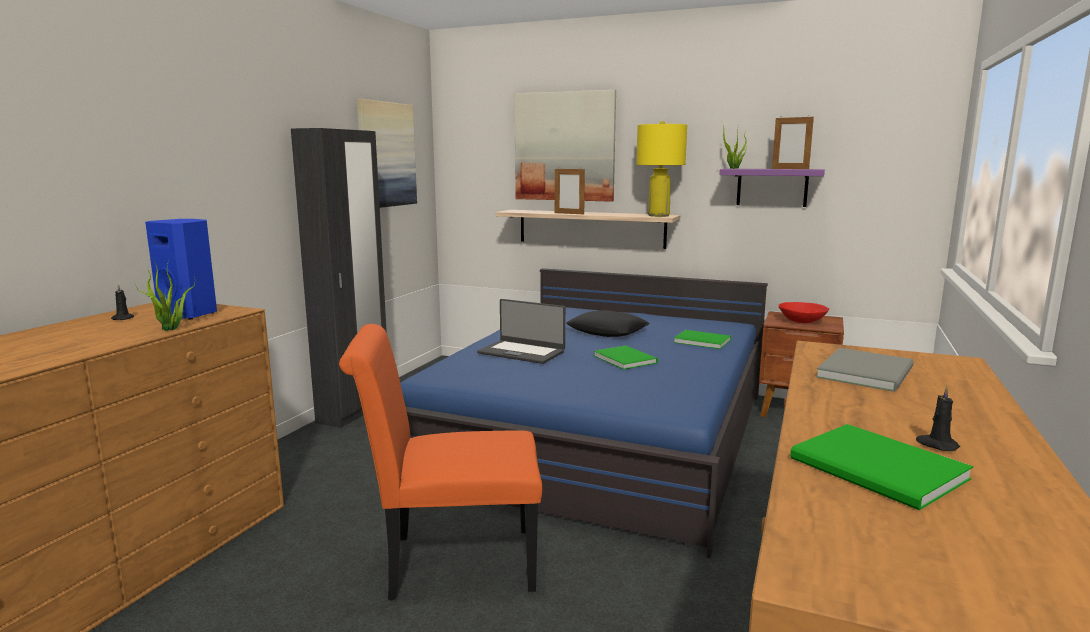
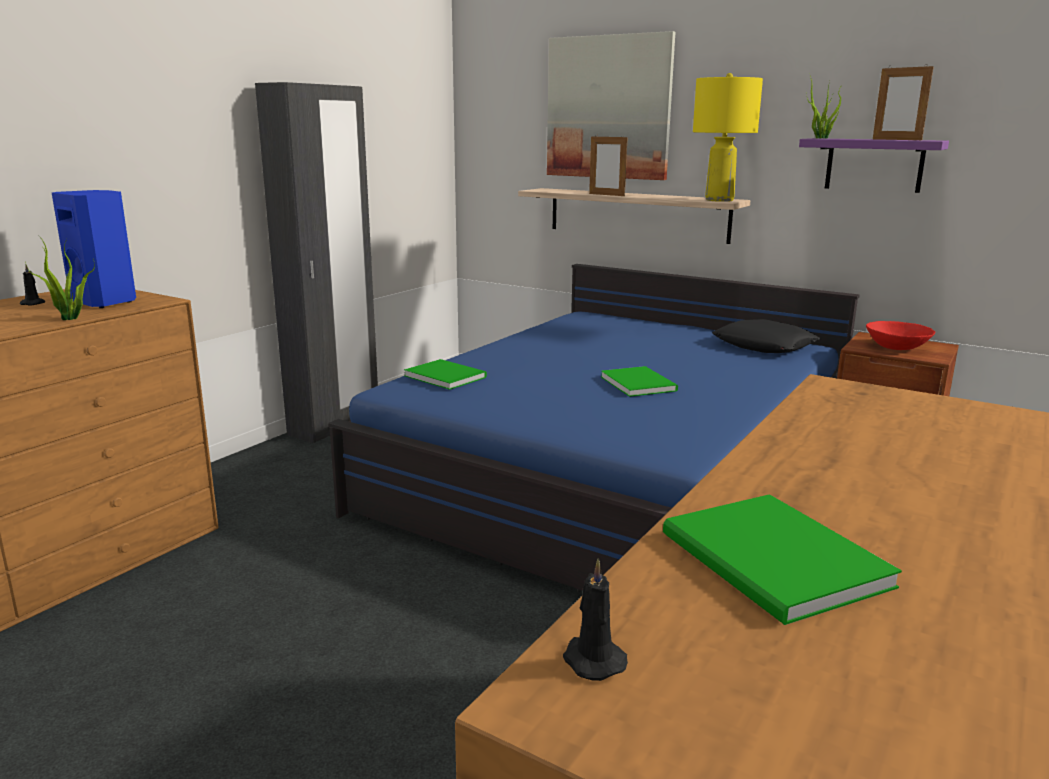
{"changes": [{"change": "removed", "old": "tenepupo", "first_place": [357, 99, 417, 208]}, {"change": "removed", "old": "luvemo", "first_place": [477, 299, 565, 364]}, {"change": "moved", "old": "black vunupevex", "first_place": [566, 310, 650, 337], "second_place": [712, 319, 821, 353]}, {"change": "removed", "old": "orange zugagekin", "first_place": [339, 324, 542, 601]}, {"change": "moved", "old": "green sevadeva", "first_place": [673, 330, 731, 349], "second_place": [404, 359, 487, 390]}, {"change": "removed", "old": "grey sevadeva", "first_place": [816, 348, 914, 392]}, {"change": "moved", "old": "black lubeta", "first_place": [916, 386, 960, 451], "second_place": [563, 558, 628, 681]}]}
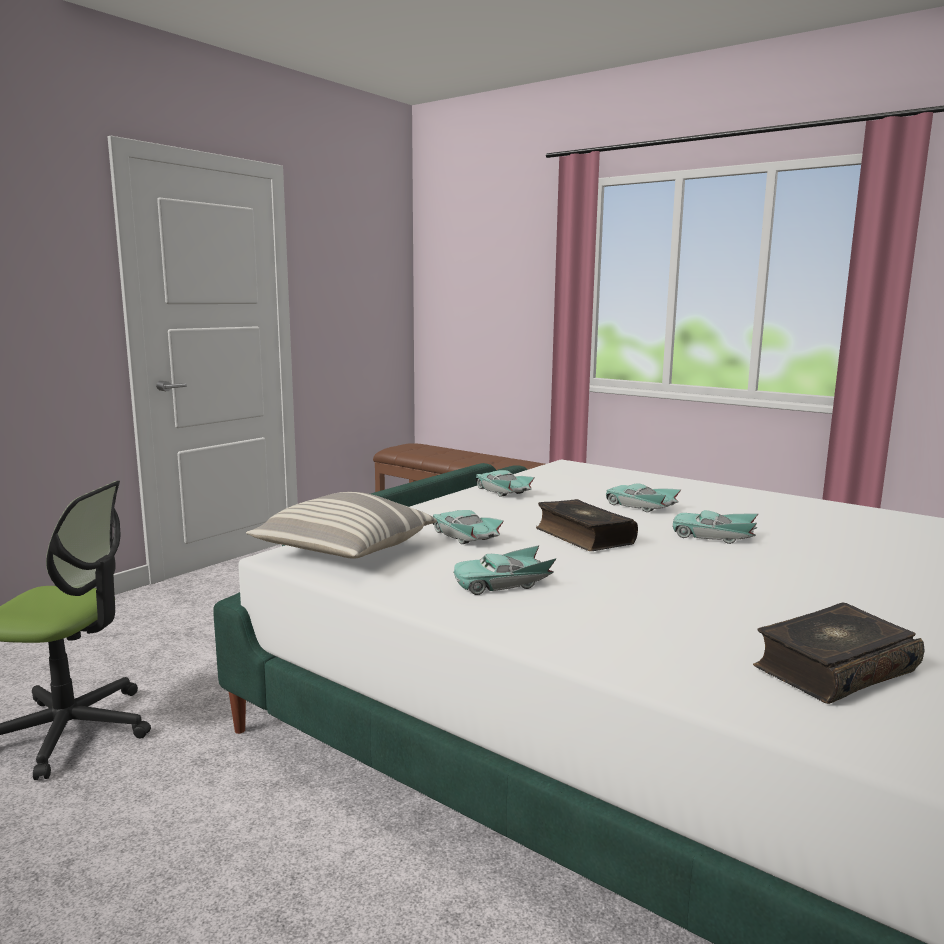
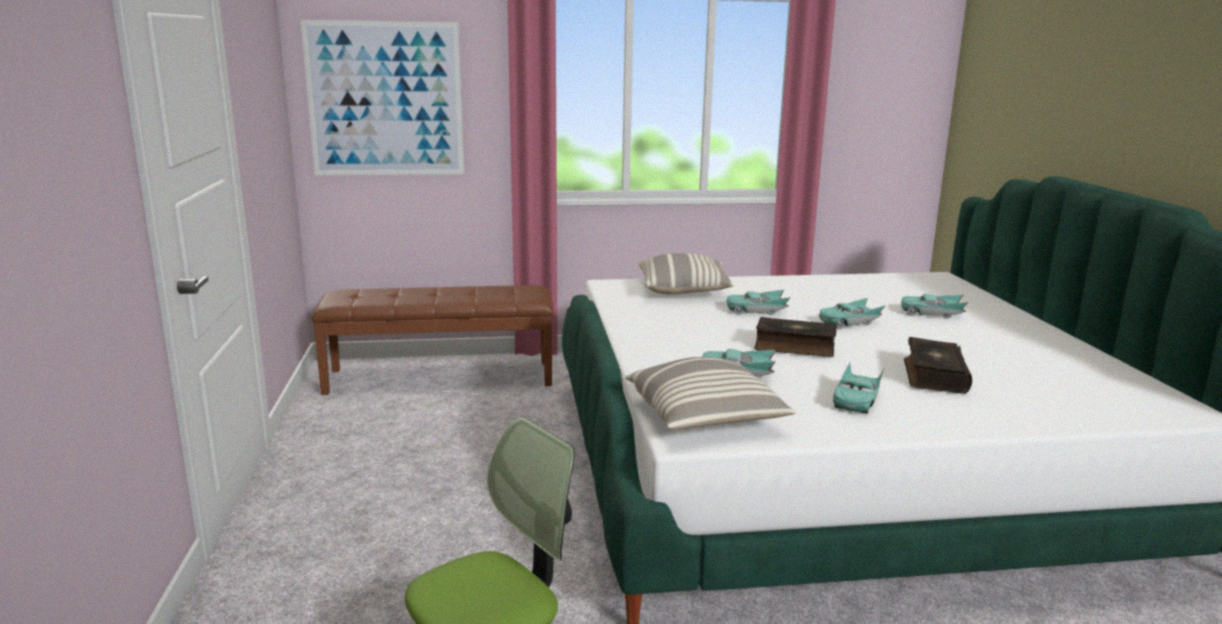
{"changes": [{"change": "moved", "old": "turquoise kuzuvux", "first_place": [475, 470, 535, 497], "second_place": [901, 294, 968, 318]}, {"change": "moved", "old": "sevadeva", "first_place": [753, 602, 925, 704], "second_place": [904, 337, 972, 394]}, {"change": "added", "new": "tenepupo", "second_place": [301, 20, 464, 175]}, {"change": "added", "new": "vunupevex", "second_place": [638, 253, 734, 295]}]}
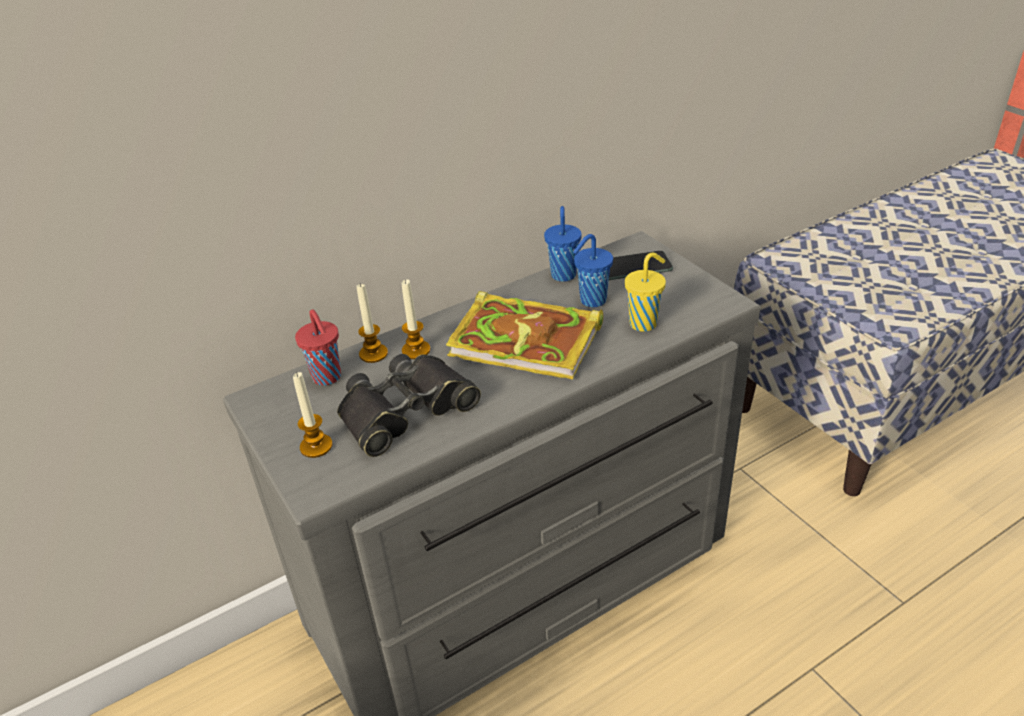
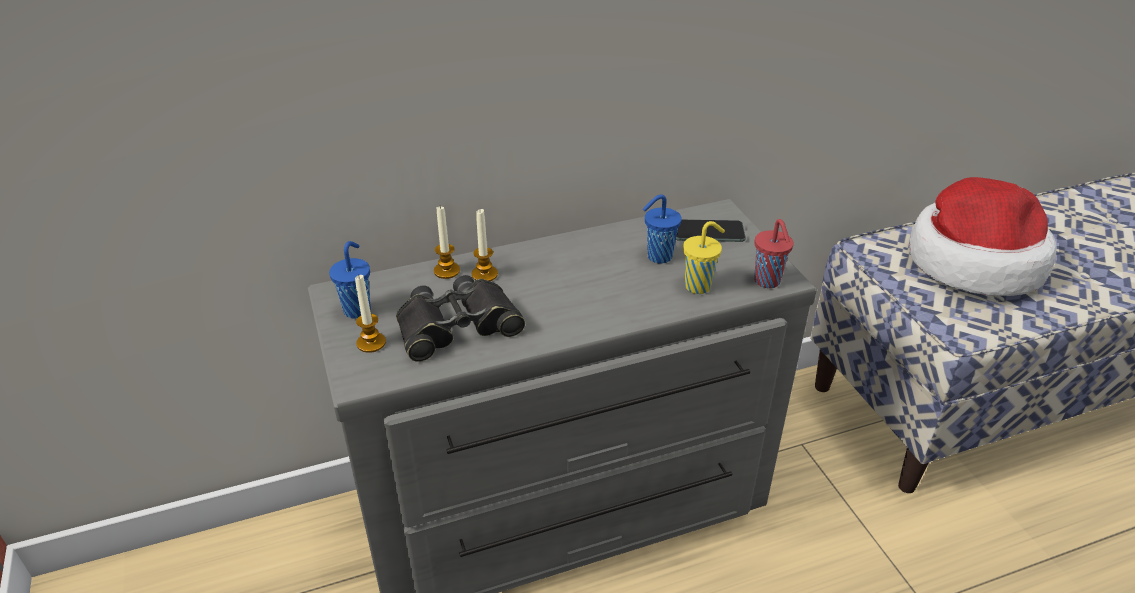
{"changes": [{"change": "moved", "old": "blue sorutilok", "first_place": [544, 206, 582, 282], "second_place": [329, 241, 371, 319]}, {"change": "removed", "old": "sevadeva", "first_place": [446, 291, 603, 379]}, {"change": "moved", "old": "red sorutilok", "first_place": [295, 309, 341, 386], "second_place": [754, 219, 794, 288]}, {"change": "added", "new": "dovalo", "second_place": [909, 177, 1057, 296]}]}
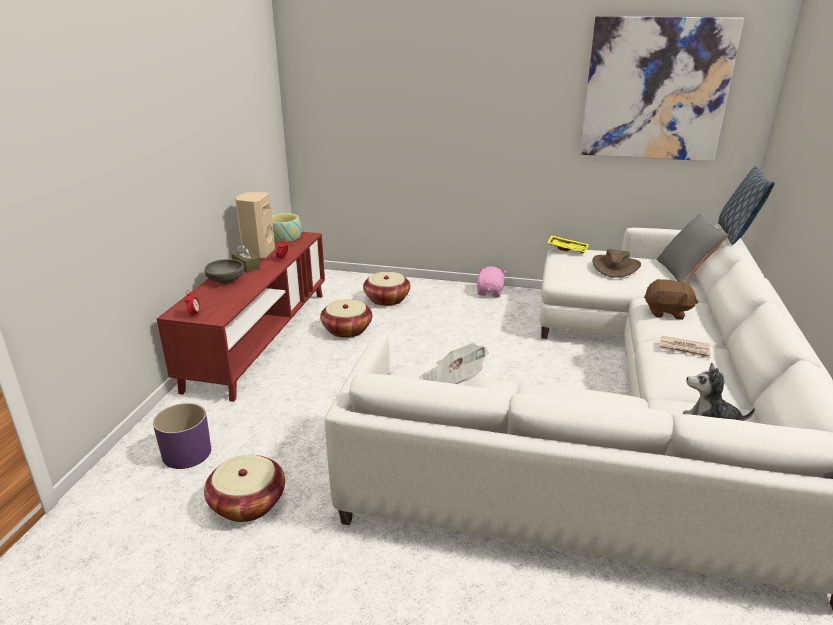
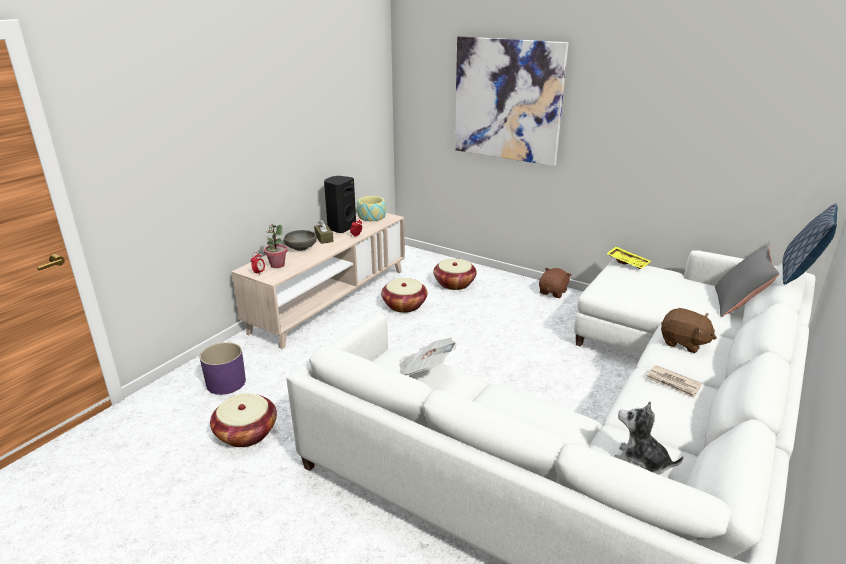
{"changes": [{"change": "moved", "old": "tenepupo", "first_place": [580, 16, 744, 161], "second_place": [455, 36, 568, 166]}, {"change": "recoloured", "old": "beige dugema", "new": "black dugema", "first_place": [235, 192, 275, 259], "second_place": [324, 176, 356, 233]}, {"change": "recoloured", "old": "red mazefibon", "new": "beige mazefibon", "first_place": [157, 232, 325, 402], "second_place": [231, 213, 405, 349]}, {"change": "removed", "old": "brown dovalo", "first_place": [592, 249, 641, 278]}, {"change": "recoloured", "old": "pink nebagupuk", "new": "brown nebagupuk", "first_place": [477, 267, 507, 297], "second_place": [539, 268, 572, 298]}, {"change": "added", "new": "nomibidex", "second_place": [264, 224, 288, 268]}]}
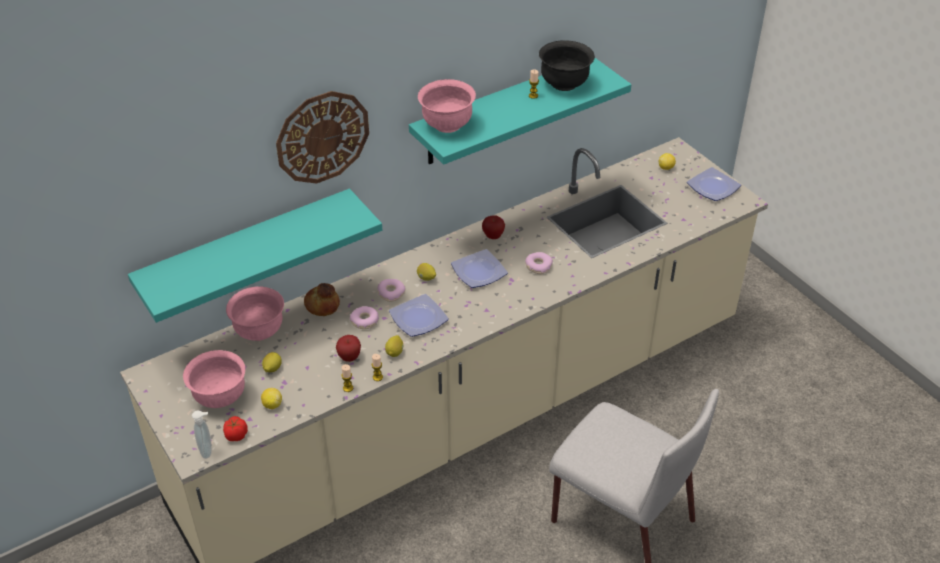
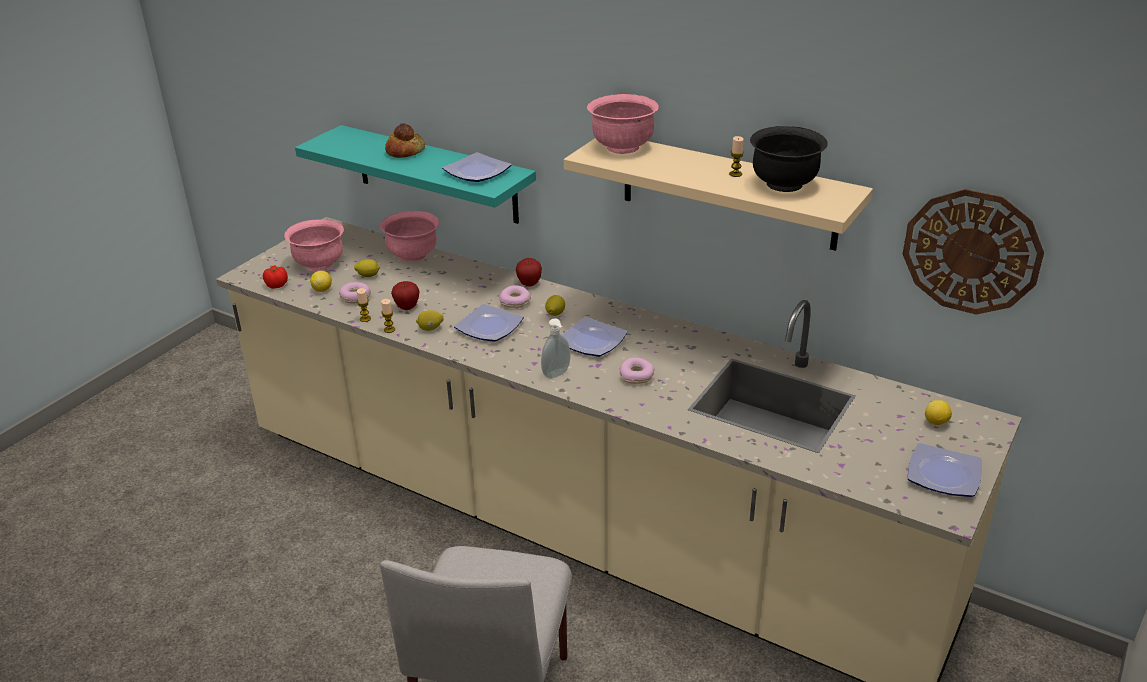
{"changes": [{"change": "recoloured", "old": "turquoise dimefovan", "new": "beige dimefovan", "first_place": [409, 58, 631, 165], "second_place": [564, 138, 873, 251]}, {"change": "moved", "old": "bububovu", "first_place": [276, 91, 369, 184], "second_place": [903, 189, 1044, 315]}, {"change": "moved", "old": "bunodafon", "first_place": [482, 215, 505, 239], "second_place": [516, 258, 542, 286]}, {"change": "moved", "old": "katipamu", "first_place": [304, 283, 340, 316], "second_place": [385, 123, 425, 158]}, {"change": "moved", "old": "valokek", "first_place": [350, 306, 379, 329], "second_place": [339, 282, 371, 304]}, {"change": "moved", "old": "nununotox", "first_place": [192, 411, 212, 459], "second_place": [541, 318, 570, 379]}, {"change": "added", "new": "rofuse", "second_place": [442, 152, 512, 182]}]}
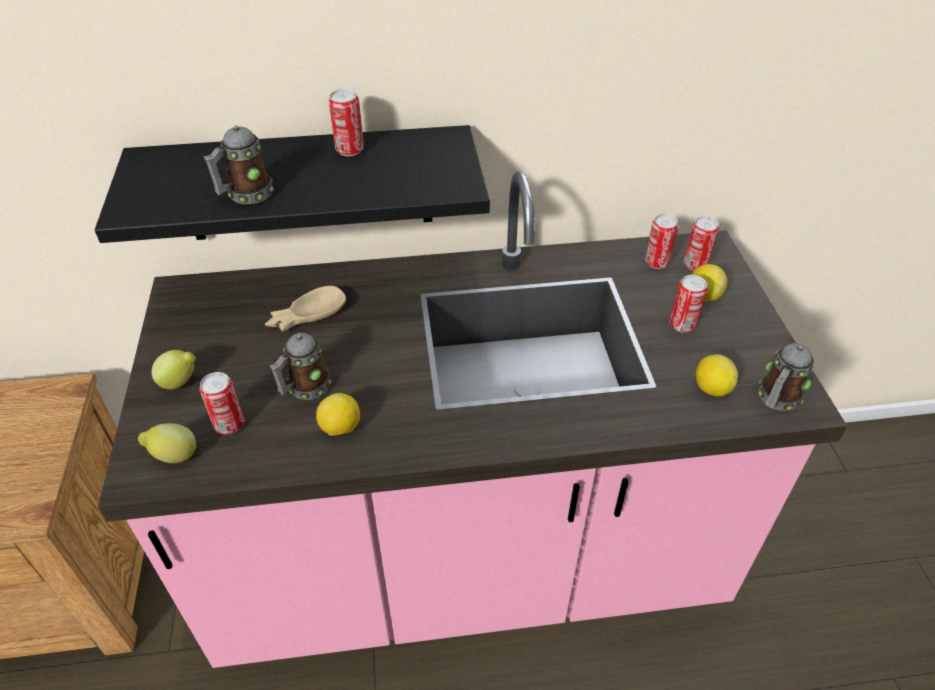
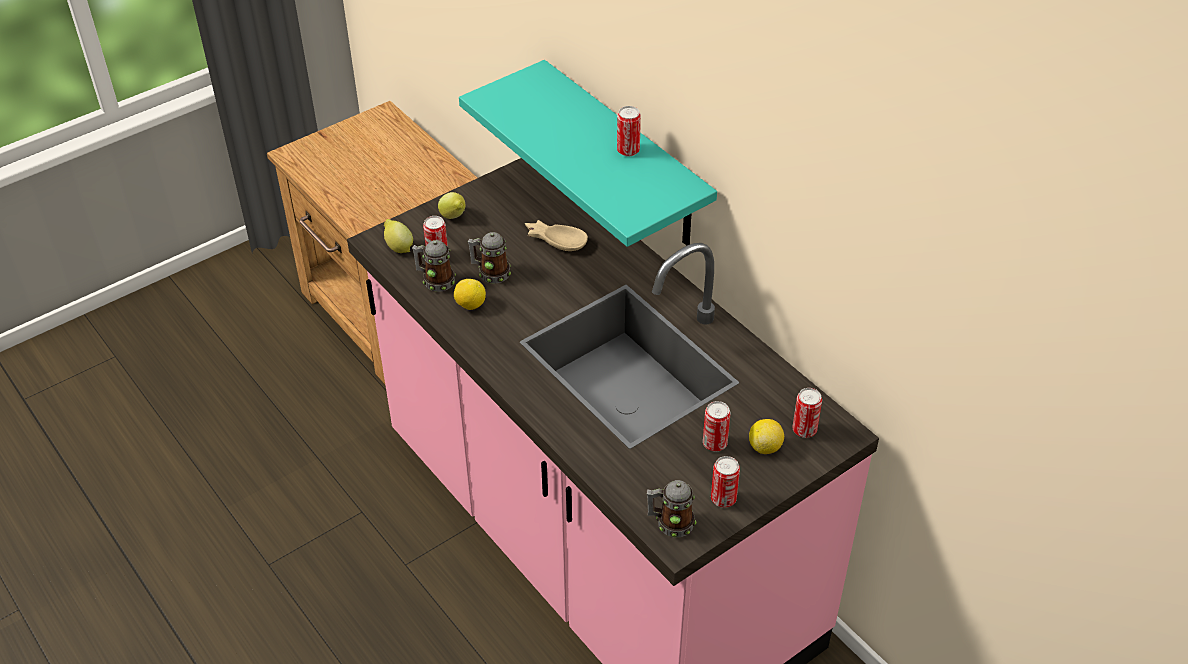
{"changes": [{"change": "recoloured", "old": "black dimefovan", "new": "turquoise dimefovan", "first_place": [95, 125, 490, 243], "second_place": [459, 60, 717, 247]}, {"change": "moved", "old": "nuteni", "first_place": [204, 125, 274, 204], "second_place": [412, 240, 456, 292]}, {"change": "moved", "old": "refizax", "first_place": [645, 214, 679, 269], "second_place": [711, 456, 740, 508]}, {"change": "removed", "old": "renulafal", "first_place": [696, 354, 738, 397]}]}
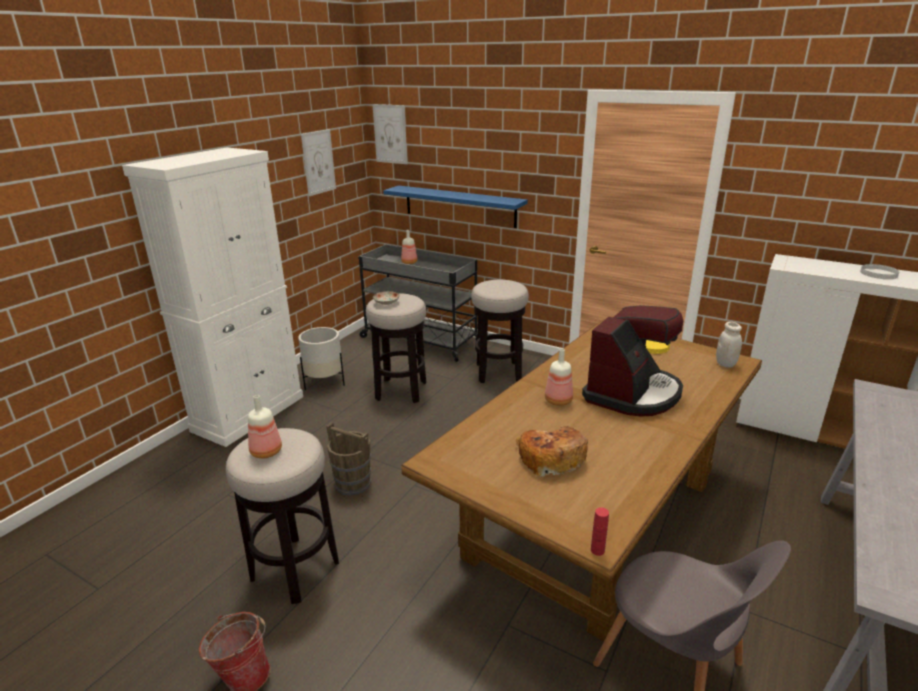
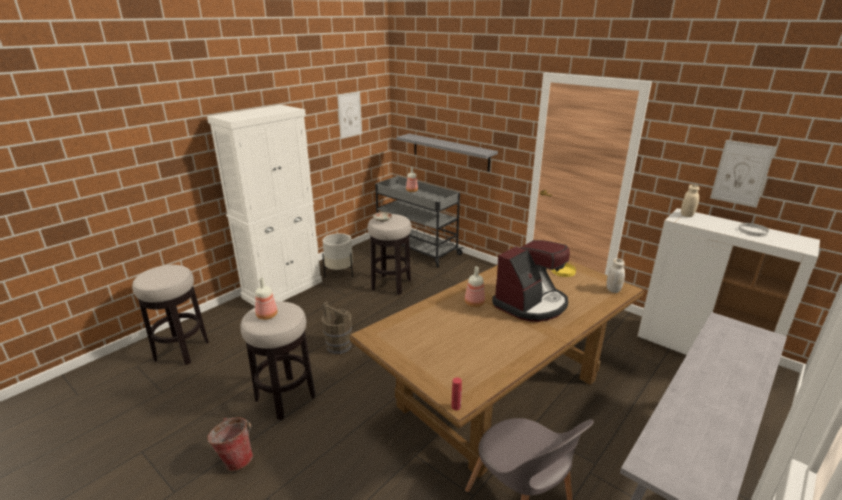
{"changes": [{"change": "moved", "old": "tenepupo", "first_place": [372, 104, 407, 164], "second_place": [710, 140, 776, 208]}, {"change": "recoloured", "old": "blue dimefovan", "new": "grey dimefovan", "first_place": [383, 186, 528, 228], "second_place": [396, 134, 498, 172]}, {"change": "moved", "old": "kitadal", "first_place": [471, 280, 529, 383], "second_place": [132, 265, 209, 365]}, {"change": "removed", "old": "katipamu", "first_place": [516, 426, 588, 477]}, {"change": "added", "new": "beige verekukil", "second_place": [681, 185, 700, 217]}]}
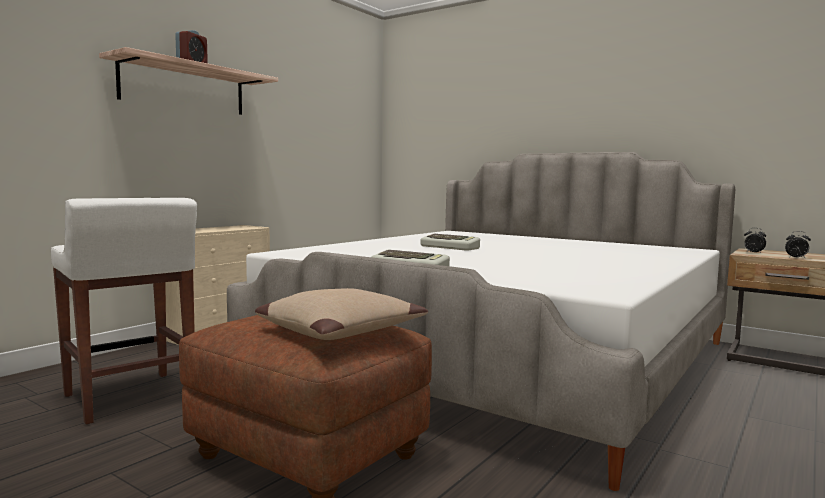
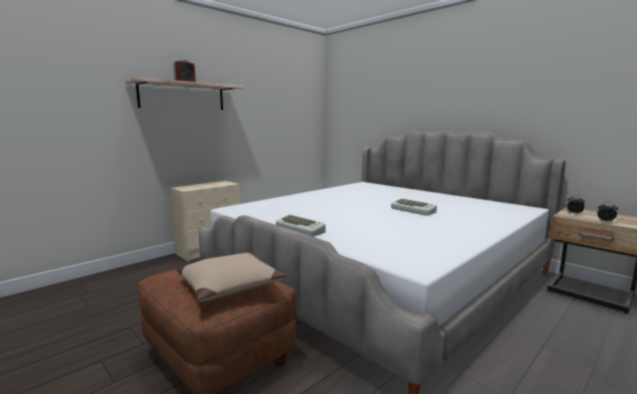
{"changes": [{"change": "removed", "old": "white kitadal", "first_place": [51, 198, 197, 424]}, {"change": "moved", "old": "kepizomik", "first_place": [420, 234, 480, 251], "second_place": [391, 199, 437, 216]}]}
